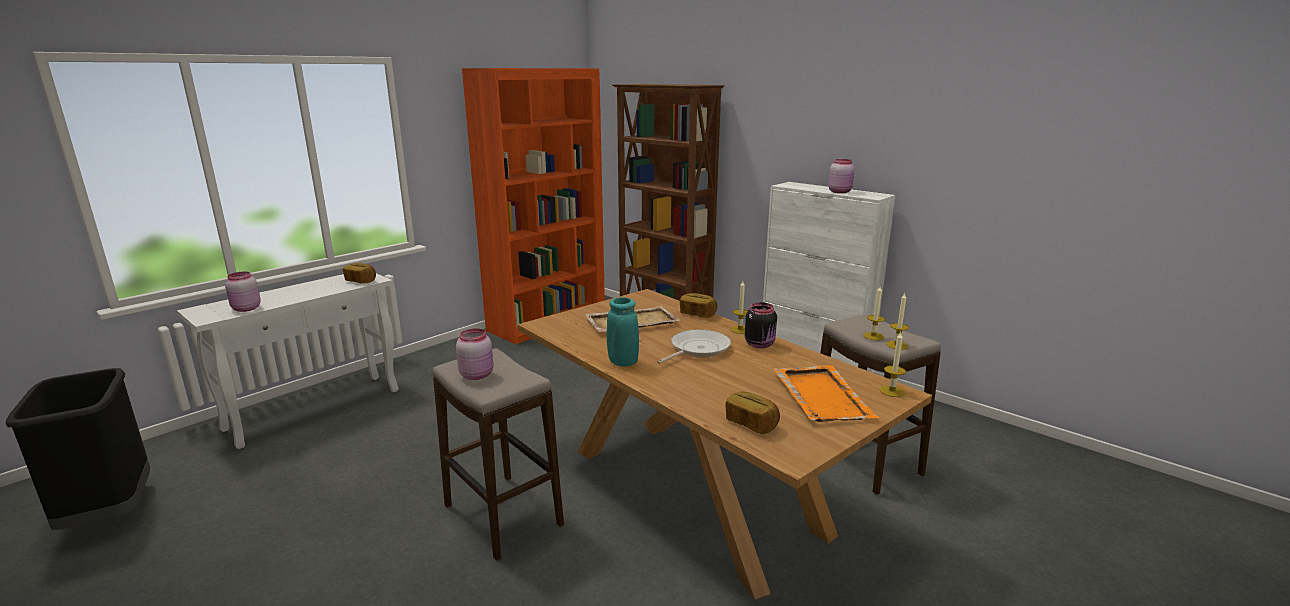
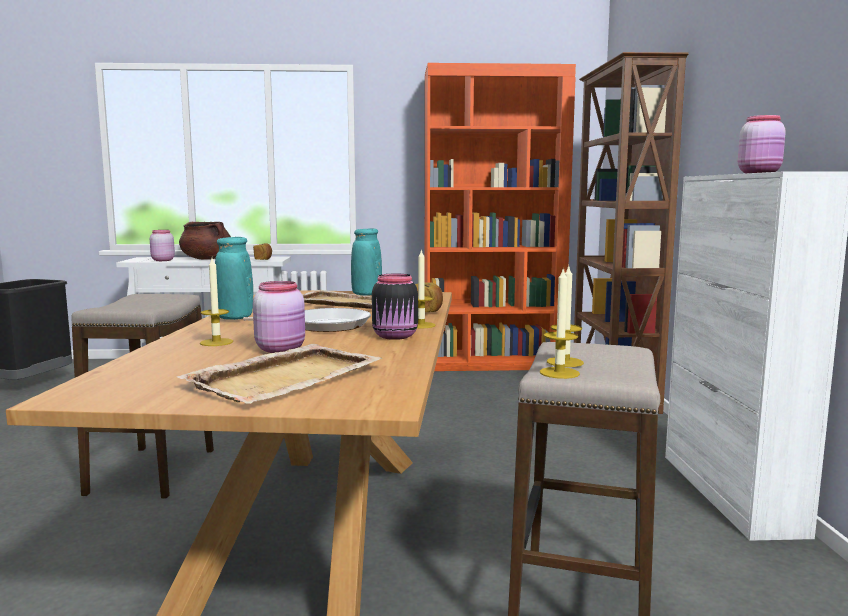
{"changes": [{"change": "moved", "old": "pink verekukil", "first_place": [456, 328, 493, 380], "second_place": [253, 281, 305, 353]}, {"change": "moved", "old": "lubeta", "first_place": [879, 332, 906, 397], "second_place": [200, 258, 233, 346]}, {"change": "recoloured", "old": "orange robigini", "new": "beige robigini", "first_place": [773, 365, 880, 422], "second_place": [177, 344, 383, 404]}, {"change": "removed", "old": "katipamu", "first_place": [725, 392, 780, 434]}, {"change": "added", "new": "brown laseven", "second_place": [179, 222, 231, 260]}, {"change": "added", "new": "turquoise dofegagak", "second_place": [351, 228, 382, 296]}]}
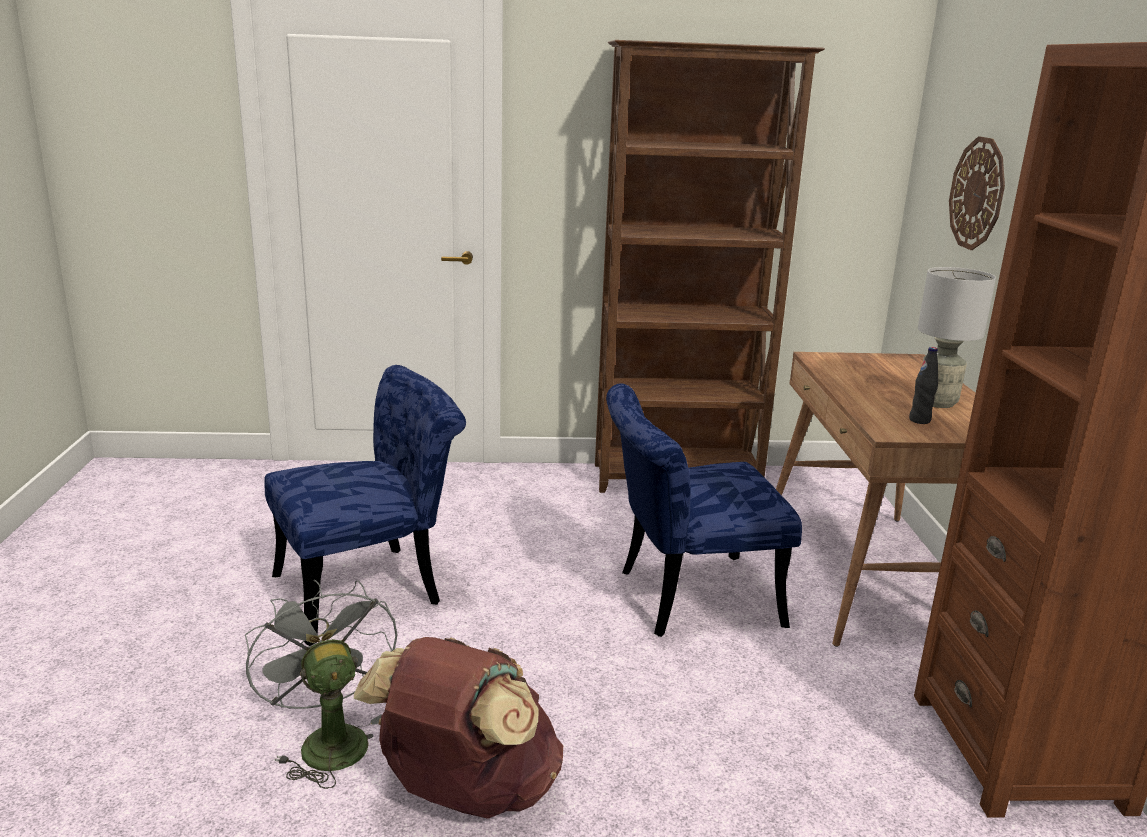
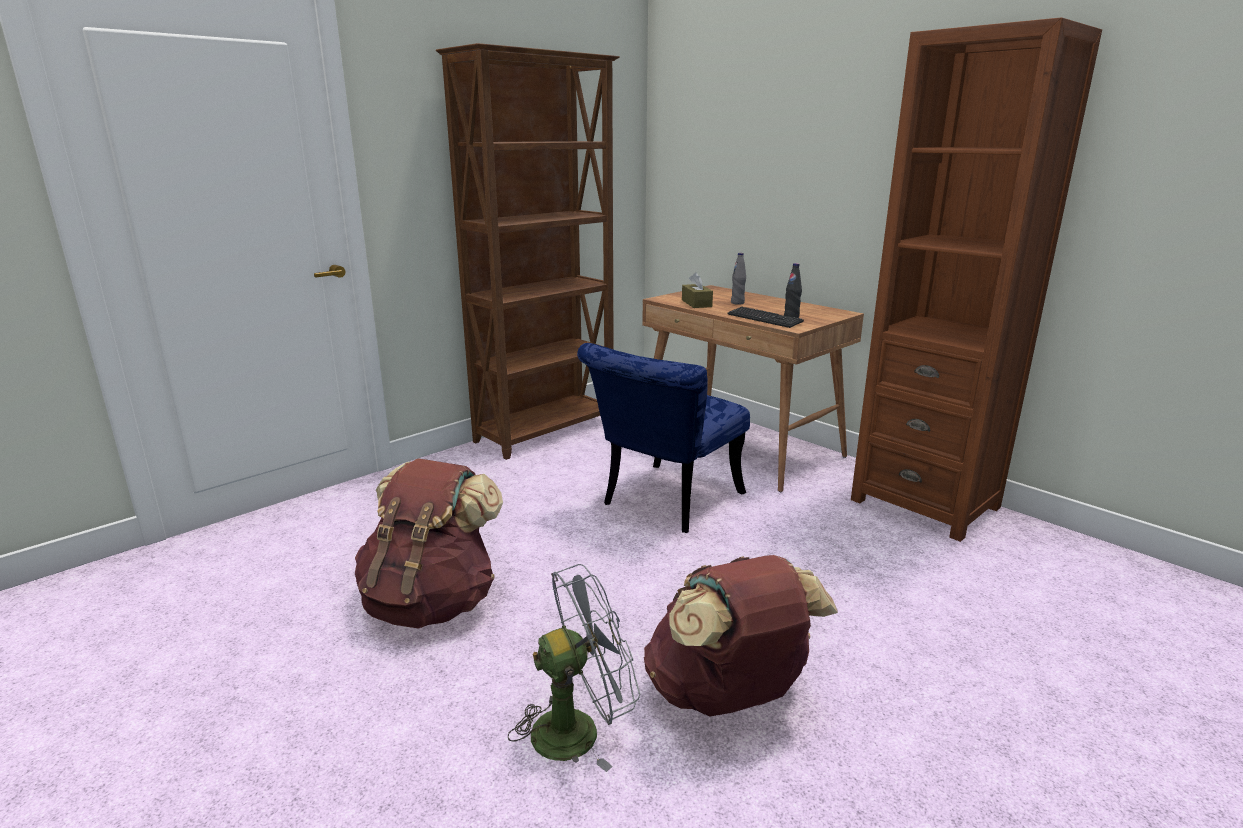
{"changes": [{"change": "removed", "old": "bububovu", "first_place": [949, 136, 1005, 250]}, {"change": "removed", "old": "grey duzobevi", "first_place": [918, 267, 996, 408]}, {"change": "replaced", "old": "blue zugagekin", "new": "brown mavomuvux", "first_place": [264, 365, 466, 646], "second_place": [355, 458, 503, 629]}, {"change": "turned", "old": "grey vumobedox", "first_place": [245, 579, 398, 789], "second_place": [508, 564, 640, 772], "degrees": 135}, {"change": "added", "new": "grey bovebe", "second_place": [731, 253, 746, 305]}, {"change": "added", "new": "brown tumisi", "second_place": [682, 272, 713, 308]}, {"change": "added", "new": "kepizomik", "second_place": [728, 307, 804, 328]}]}
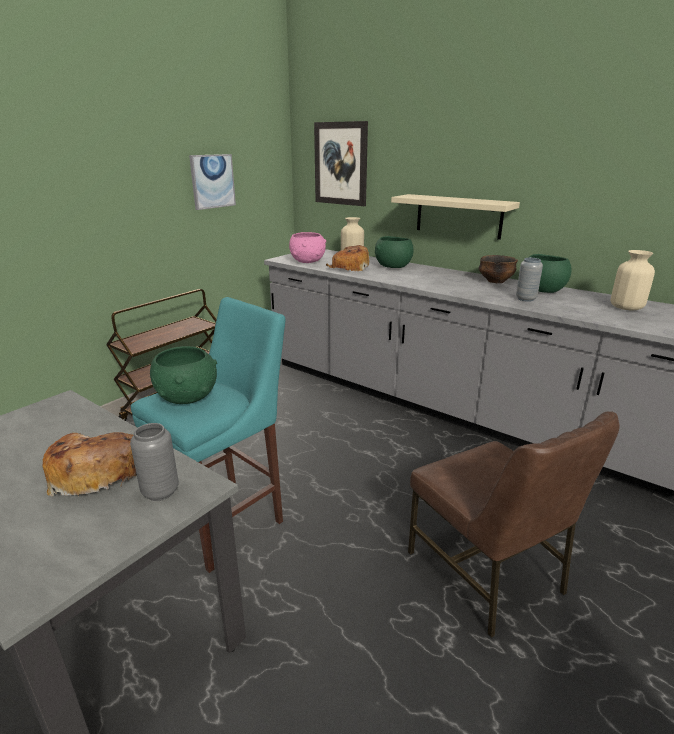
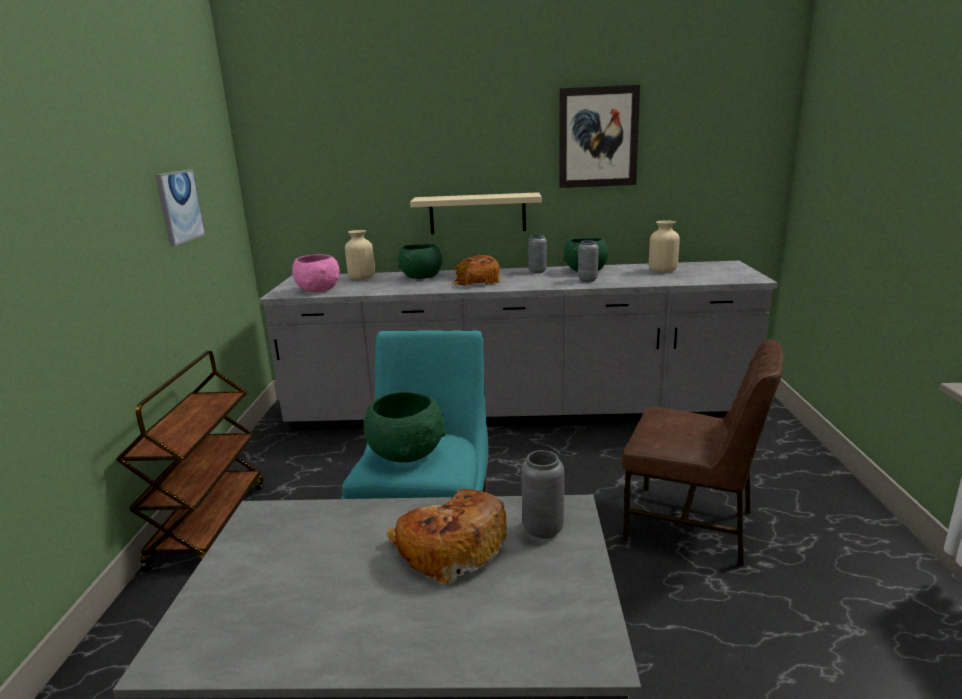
{"changes": [{"change": "moved", "old": "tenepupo", "first_place": [314, 121, 368, 206], "second_place": [559, 85, 640, 188]}, {"change": "moved", "old": "katipamu", "first_place": [326, 245, 369, 271], "second_place": [452, 255, 501, 285]}, {"change": "replaced", "old": "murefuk", "new": "grey dofegagak", "first_place": [478, 255, 518, 283], "second_place": [528, 235, 547, 273]}]}
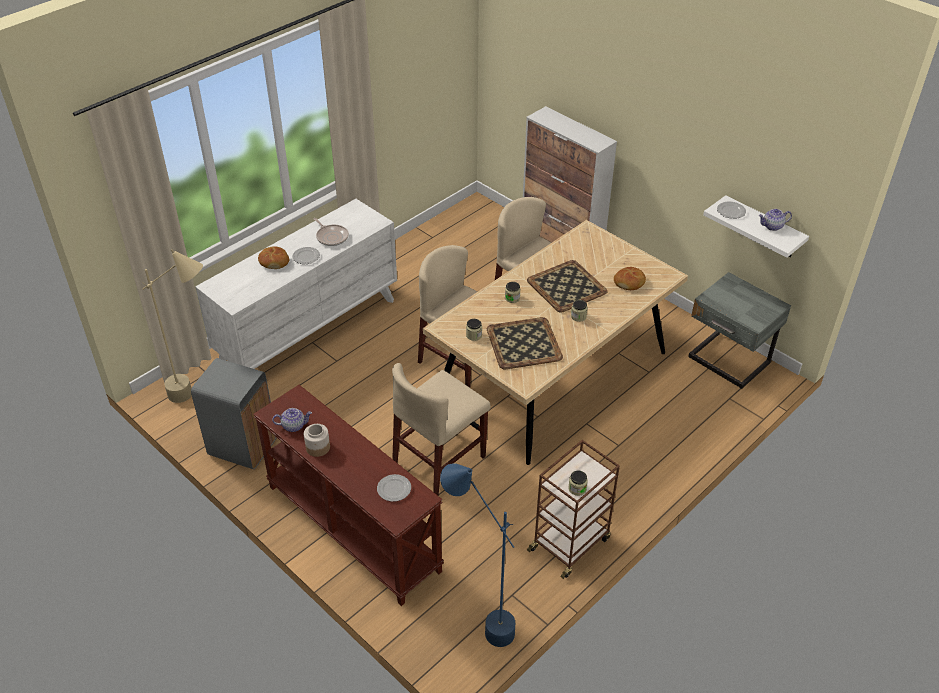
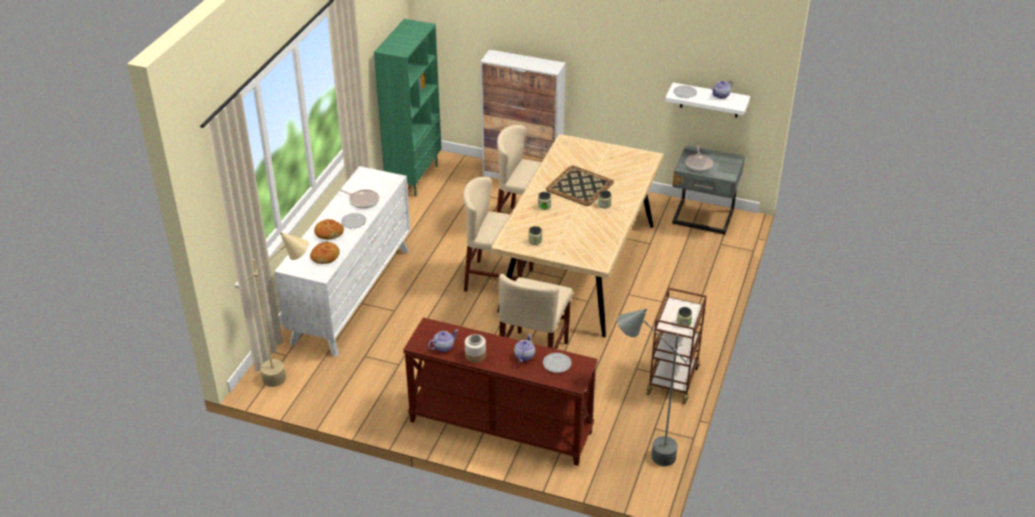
{"changes": [{"change": "moved", "old": "katipamu", "first_place": [614, 267, 646, 290], "second_place": [310, 242, 340, 264]}, {"change": "removed", "old": "robigini", "first_place": [487, 317, 563, 369]}, {"change": "removed", "old": "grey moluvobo", "first_place": [191, 358, 276, 469]}, {"change": "recoloured", "old": "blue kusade", "new": "grey kusade", "first_place": [440, 463, 515, 647], "second_place": [617, 308, 687, 466]}, {"change": "added", "new": "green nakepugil", "second_place": [374, 19, 441, 196]}, {"change": "added", "new": "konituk", "second_place": [685, 146, 713, 171]}, {"change": "added", "new": "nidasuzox", "second_place": [514, 334, 535, 363]}]}
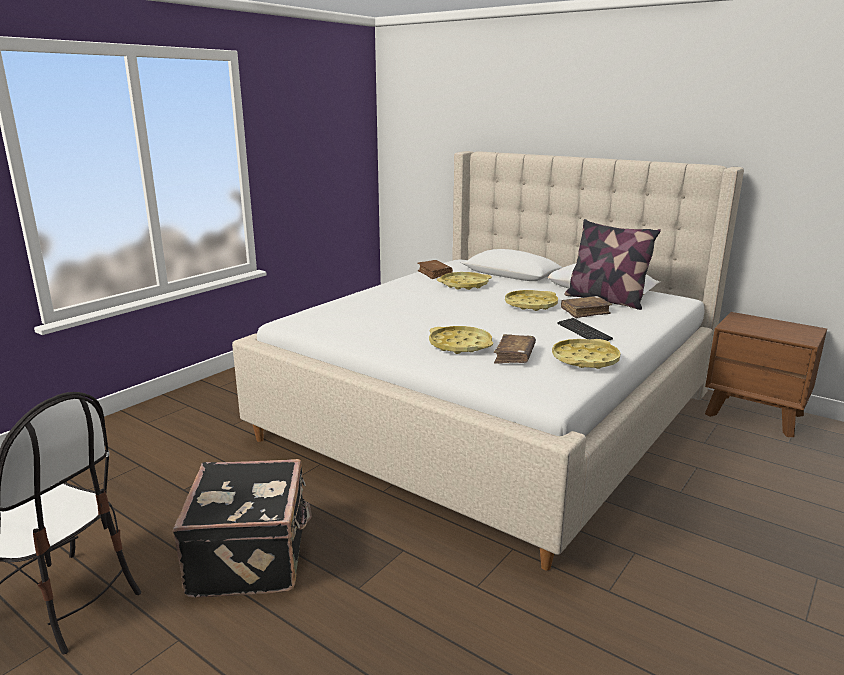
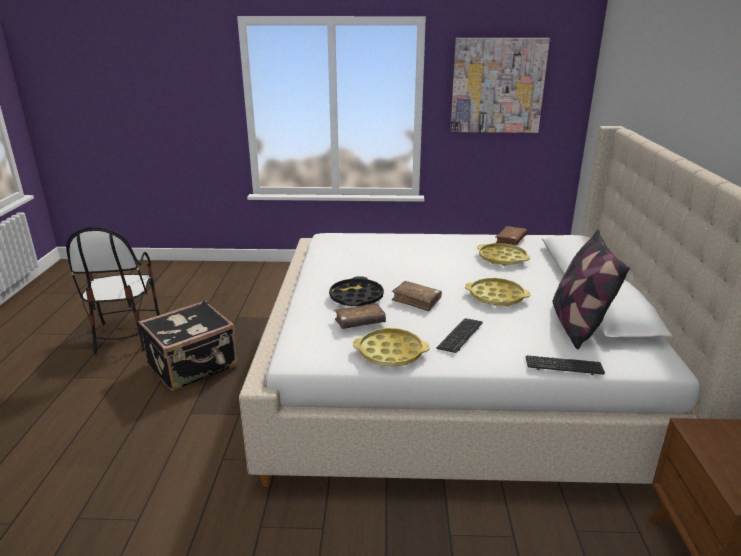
{"changes": [{"change": "moved", "old": "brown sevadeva", "first_place": [561, 296, 612, 318], "second_place": [392, 281, 442, 311]}, {"change": "recoloured", "old": "yellow robigini", "new": "black robigini", "first_place": [429, 326, 493, 354], "second_place": [329, 276, 384, 306]}, {"change": "added", "new": "tenepupo", "second_place": [450, 38, 550, 133]}, {"change": "added", "new": "kepizomik", "second_place": [526, 355, 605, 375]}]}
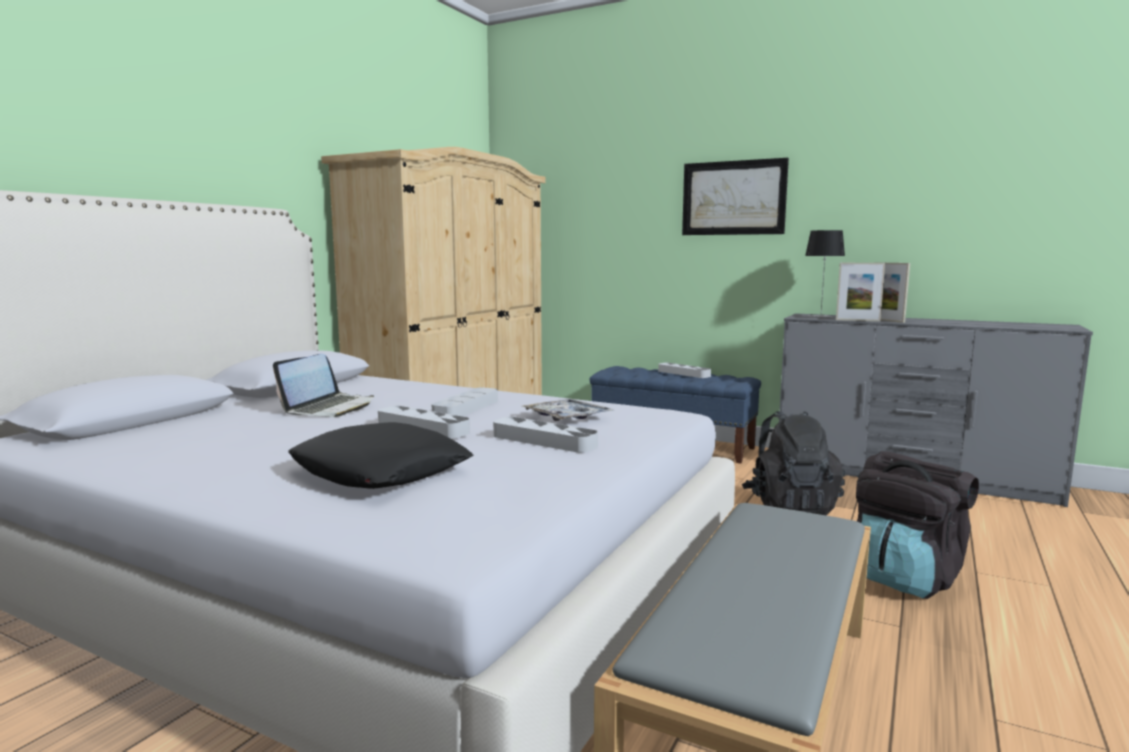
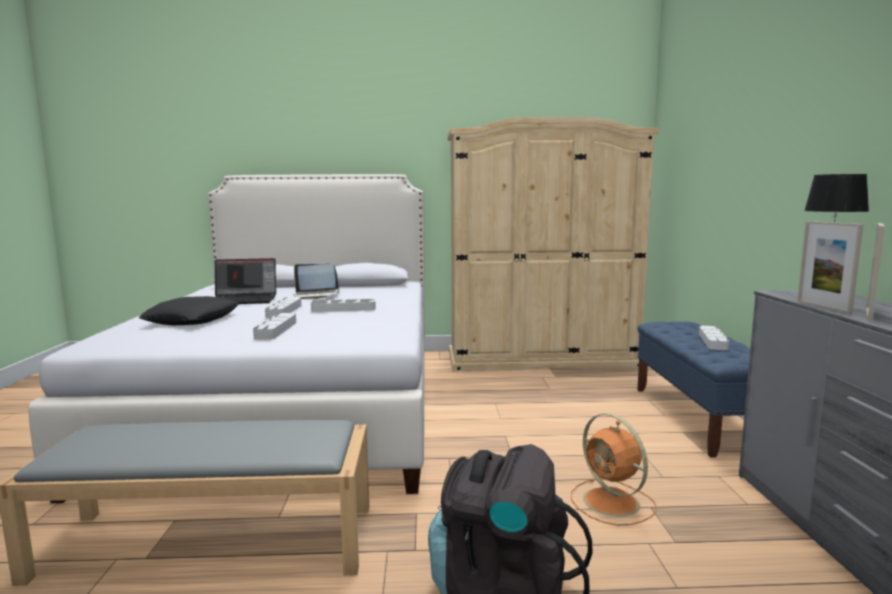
{"changes": [{"change": "removed", "old": "tenepupo", "first_place": [682, 158, 789, 235]}, {"change": "removed", "old": "robigini", "first_place": [522, 399, 614, 421]}, {"change": "replaced", "old": "black mavomuvux", "new": "orange vumobedox", "first_place": [742, 411, 845, 516], "second_place": [571, 413, 657, 526]}, {"change": "added", "new": "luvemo", "second_place": [215, 258, 276, 304]}]}
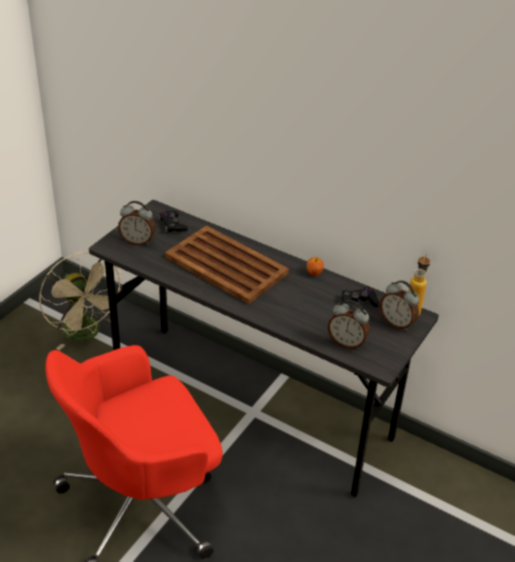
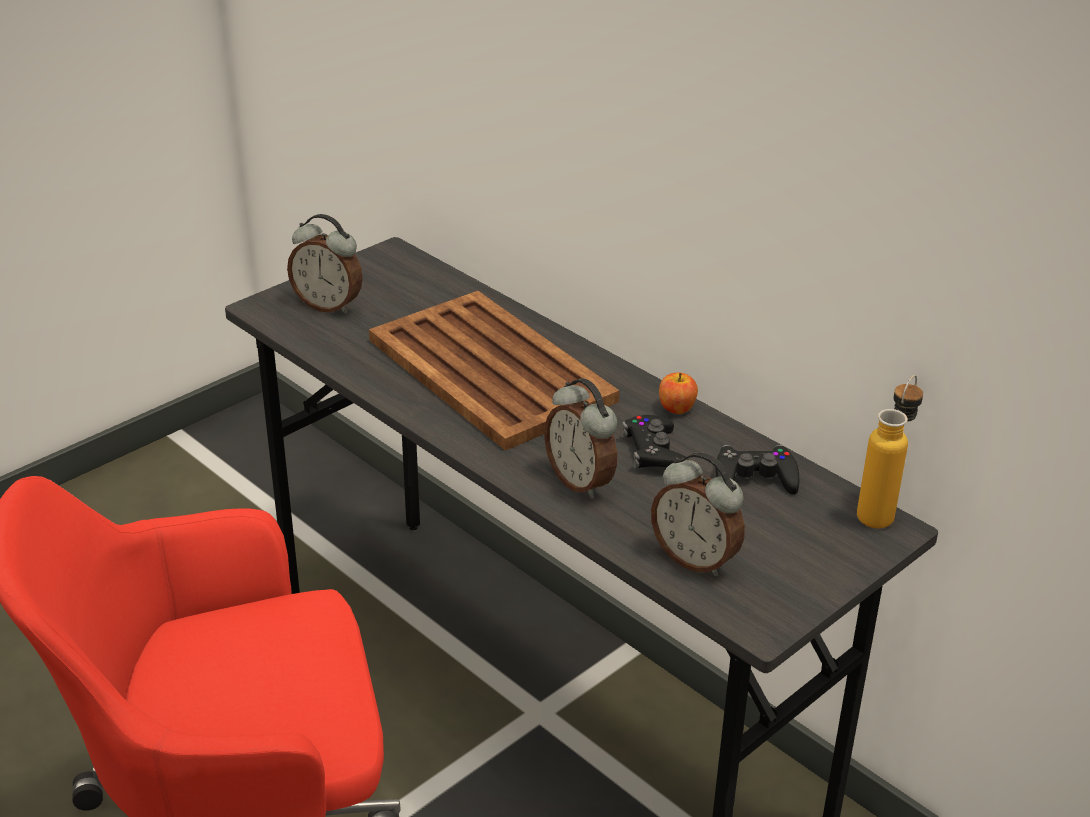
{"changes": [{"change": "moved", "old": "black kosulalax", "first_place": [158, 211, 188, 233], "second_place": [622, 415, 689, 469]}, {"change": "removed", "old": "beige vumobedox", "first_place": [39, 252, 122, 350]}, {"change": "moved", "old": "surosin", "first_place": [380, 280, 419, 331], "second_place": [545, 378, 617, 499]}]}
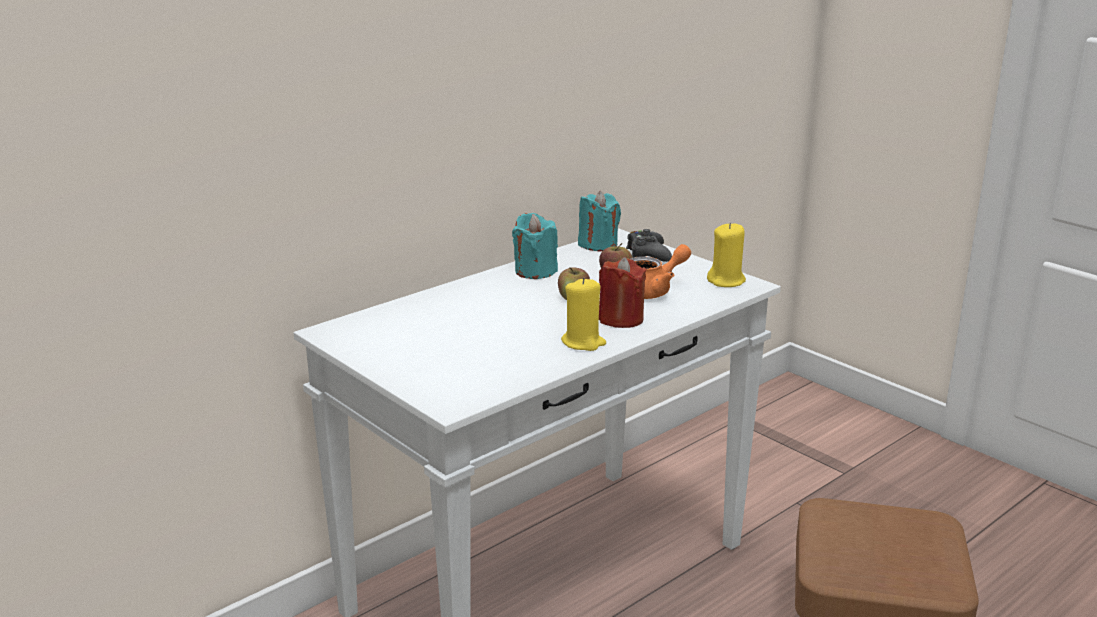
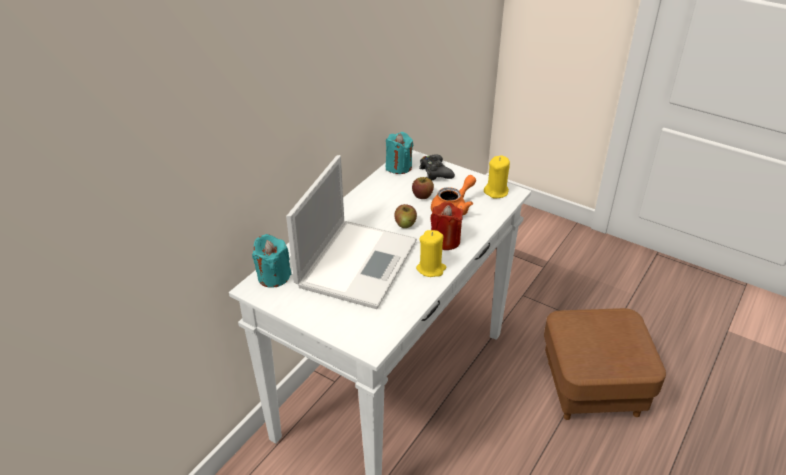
{"changes": [{"change": "moved", "old": "turquoise lubeta", "first_place": [512, 213, 558, 279], "second_place": [252, 234, 291, 288]}, {"change": "added", "new": "luvemo", "second_place": [286, 155, 417, 309]}]}
